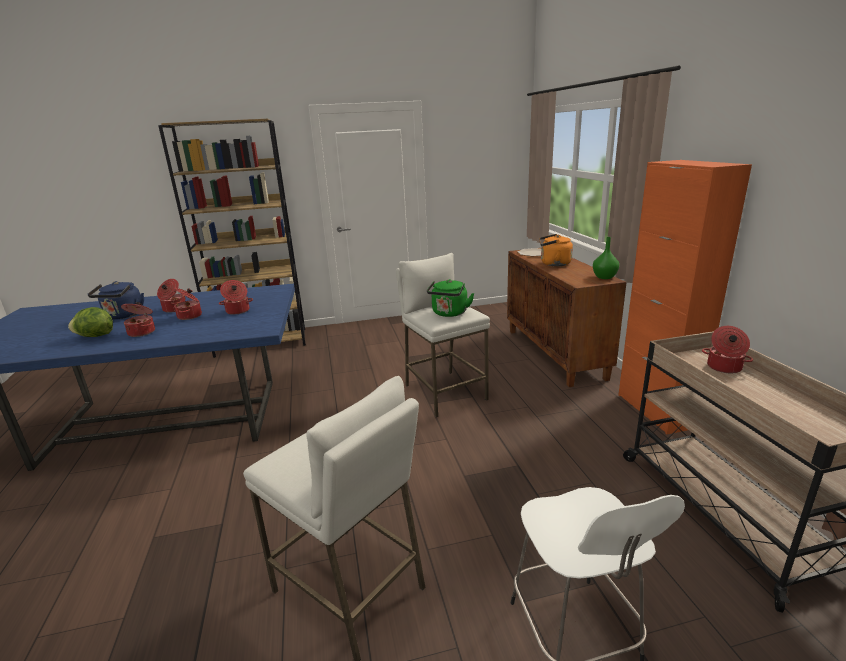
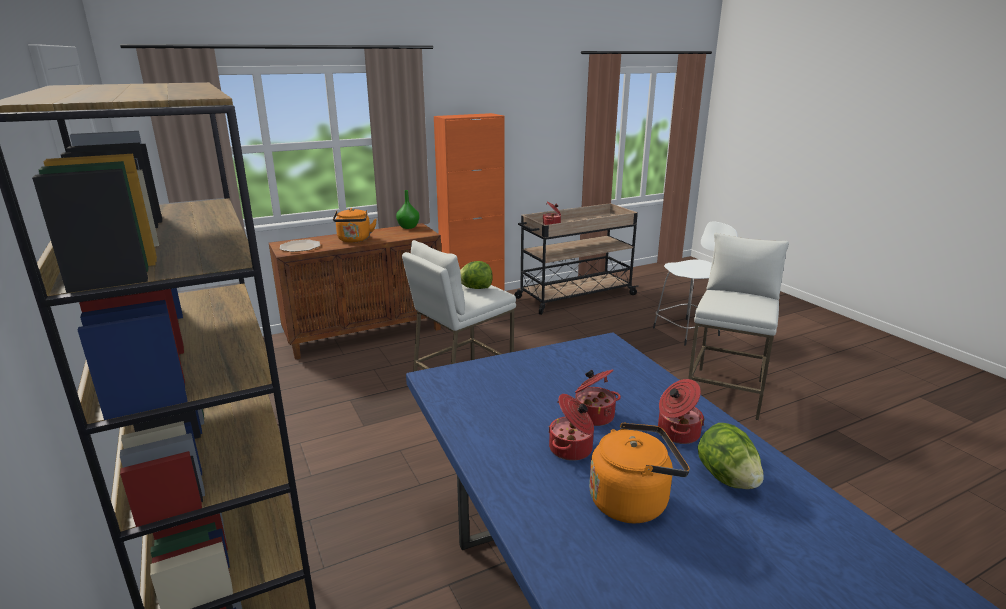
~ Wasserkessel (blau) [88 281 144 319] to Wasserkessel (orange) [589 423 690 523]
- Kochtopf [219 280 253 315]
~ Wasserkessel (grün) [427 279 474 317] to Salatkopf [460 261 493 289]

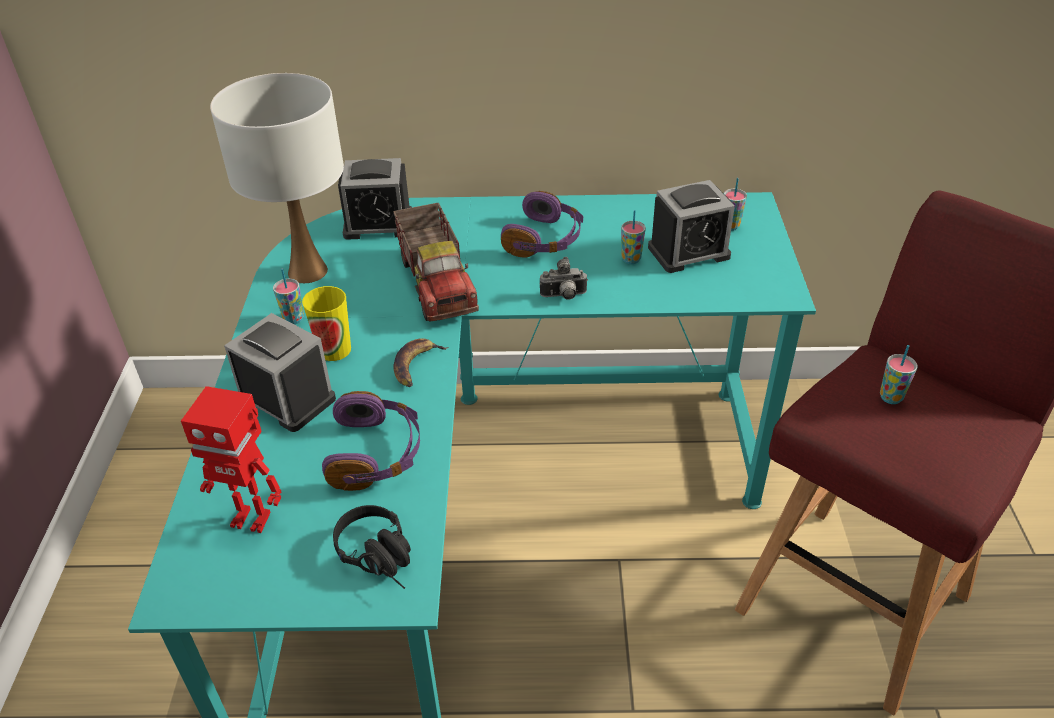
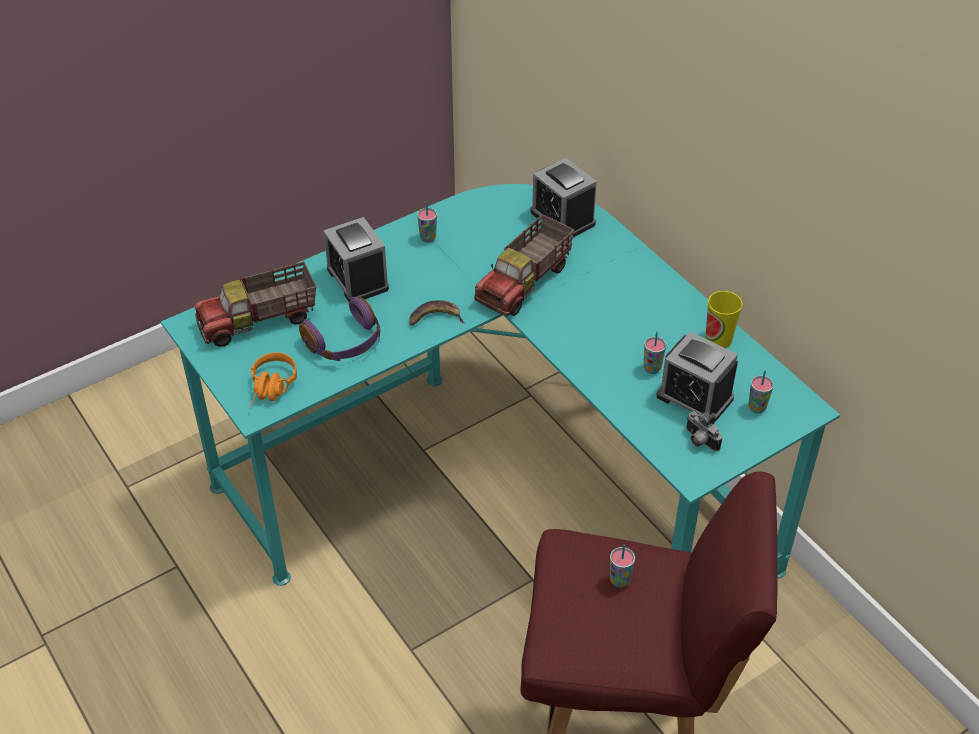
~ Spielzeugroboter [181 386 281 533] to Spielzeuglaster [194 261 316 347]
- Tischlampe (weiß) [210 73 344 283]
~ Wecker [224 313 336 432] = [323 217 389 302] 150 degrees clockwise
~ Tasse [302 286 351 361] to [706 291 742 348]
~ Kopfhörer (schwarz) [333 505 411 589] to Kopfhörer (orange) [250 352 297 407]
- Kopfhörer (lila) [501 191 583 258]
~ Kamera [540 257 588 300] to [686 411 723 451]

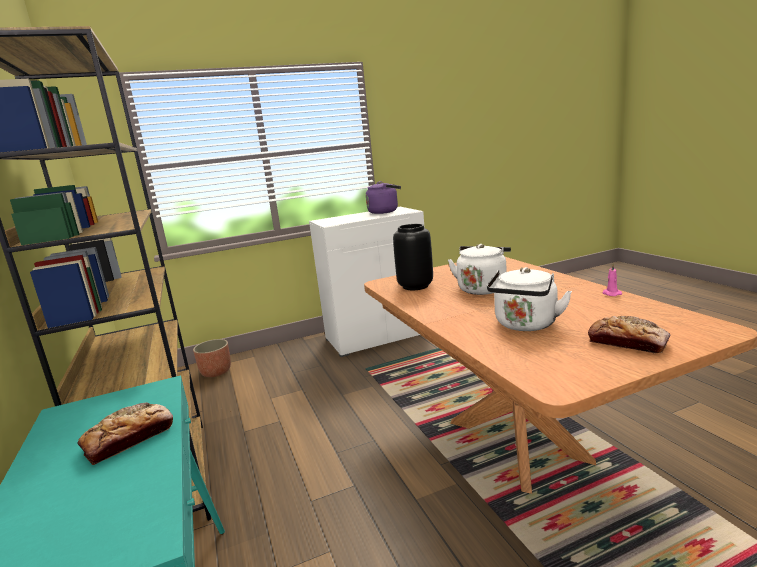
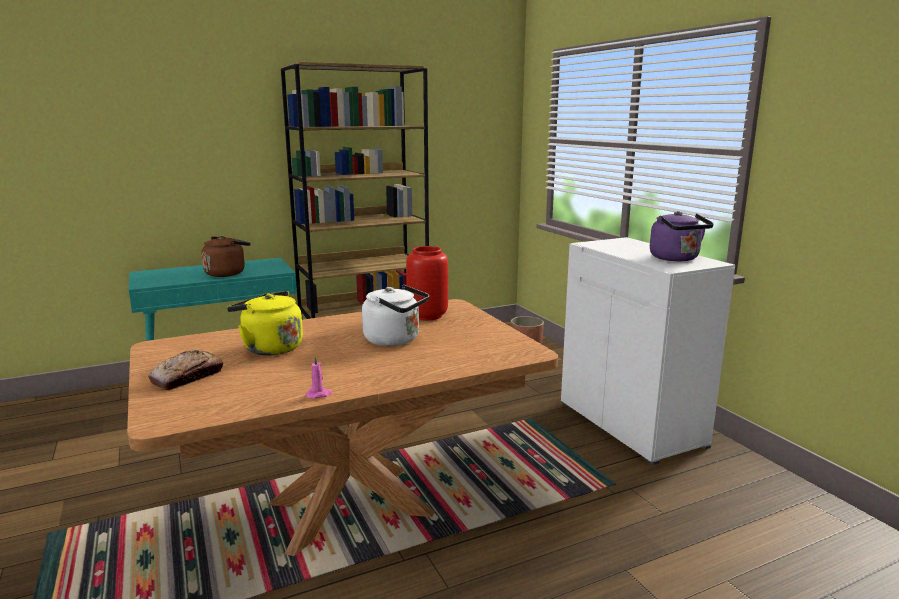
~ Brot [77 402 173 465] to Wasserkessel (braun) [202 236 251 277]
~ Vase (schwarz) [393 224 433 290] to Vase (rot) [406 246 448 320]
~ Wasserkessel (weiß) [487 267 572 331] to Wasserkessel (gelb) [227 291 303 355]

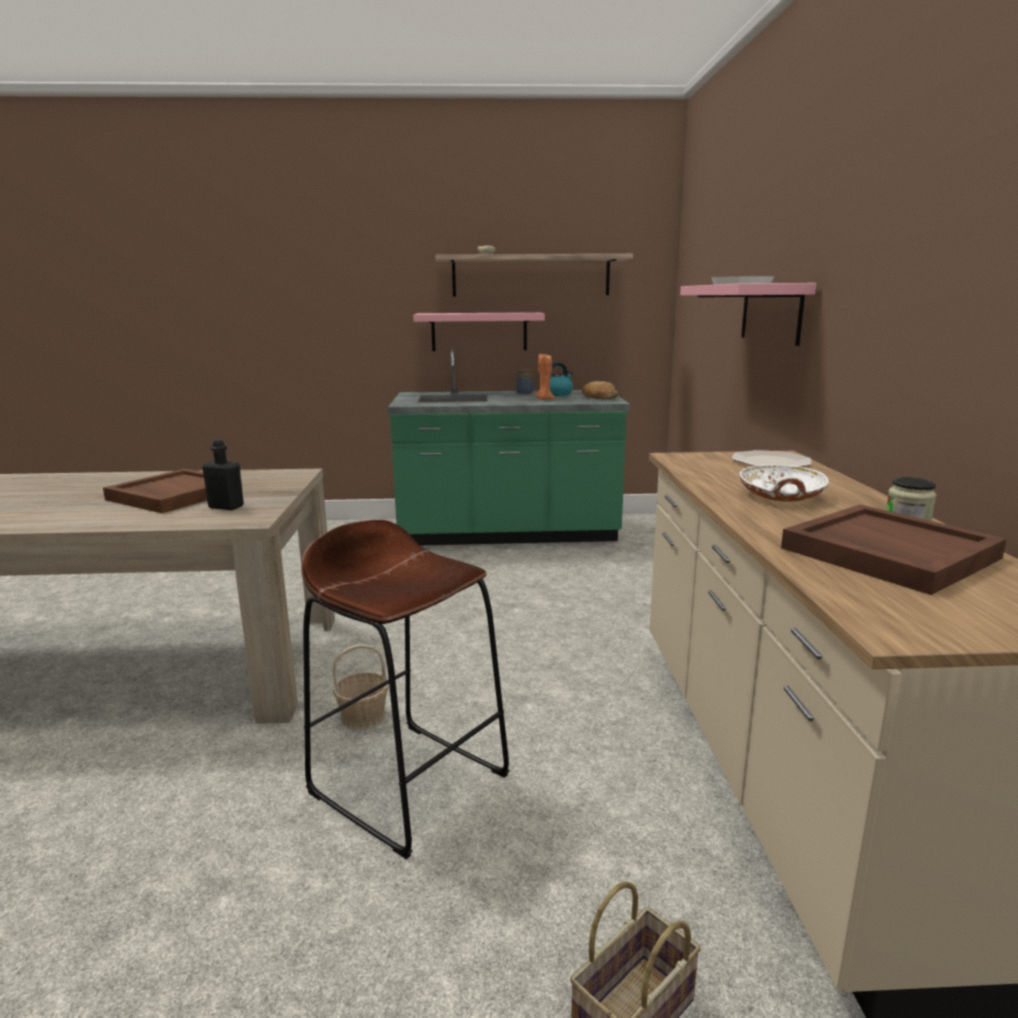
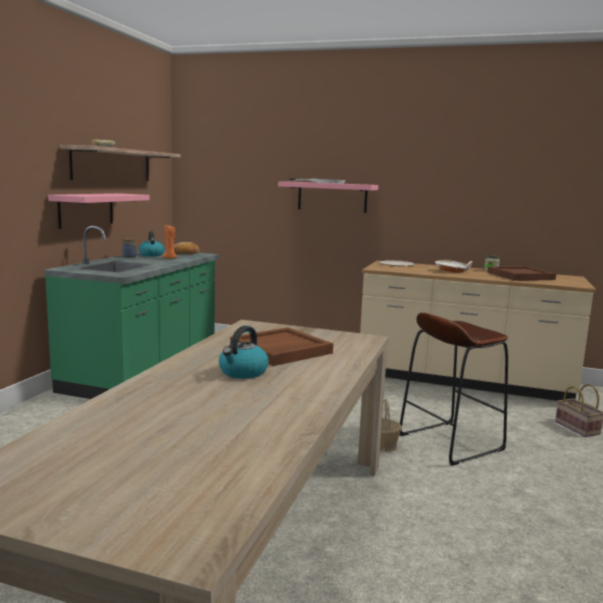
- Flasche (schwarz) [202 440 244 510]
+ Wasserkessel [219 326 269 379]

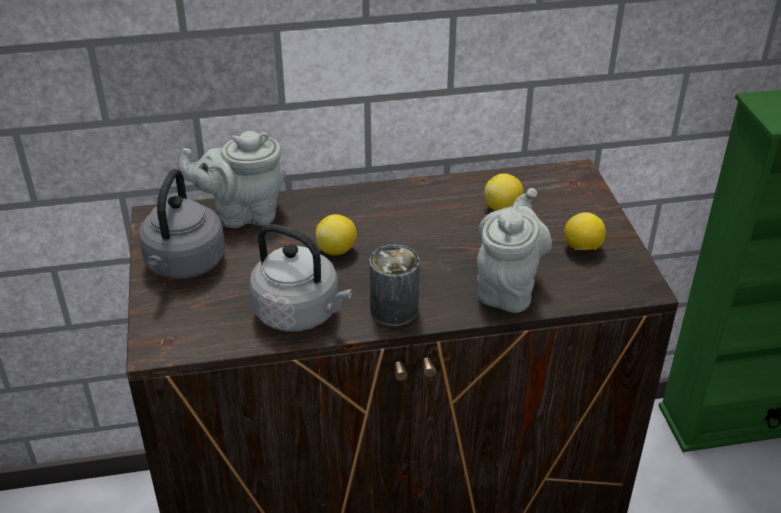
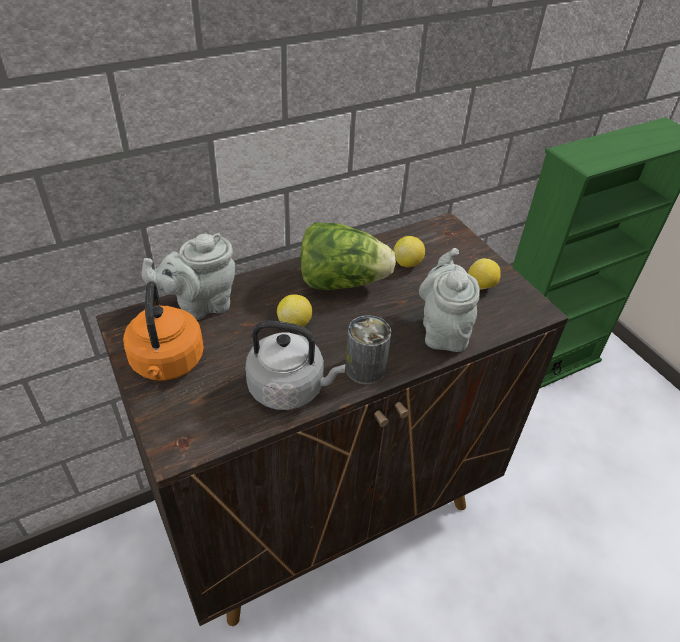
~ Wasserkessel (grau) [138 169 225 279] to Wasserkessel (orange) [123 281 204 380]
+ Salatkopf [300 222 396 290]

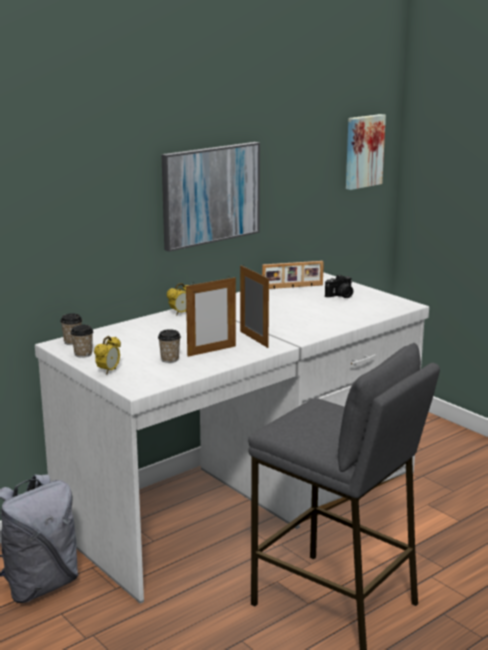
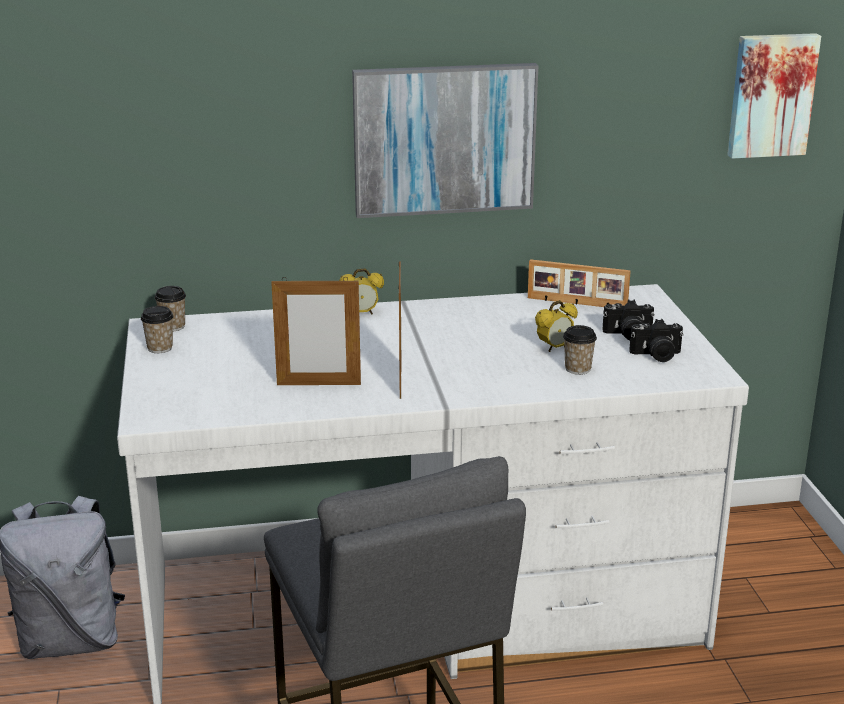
~ Wecker [94 336 121 375] to [535 300 578 352]
~ Tasse [158 329 181 363] to [563 325 597 375]
+ Kamera [629 319 684 362]

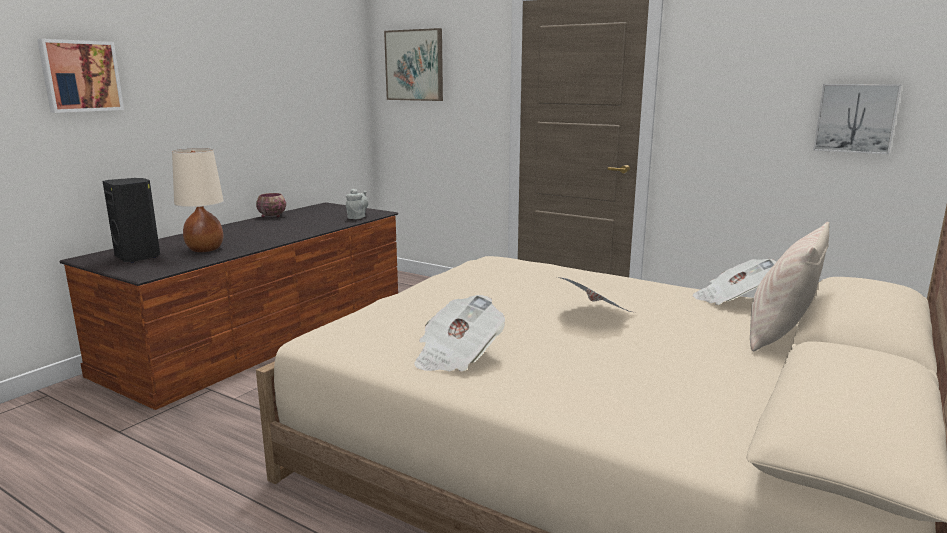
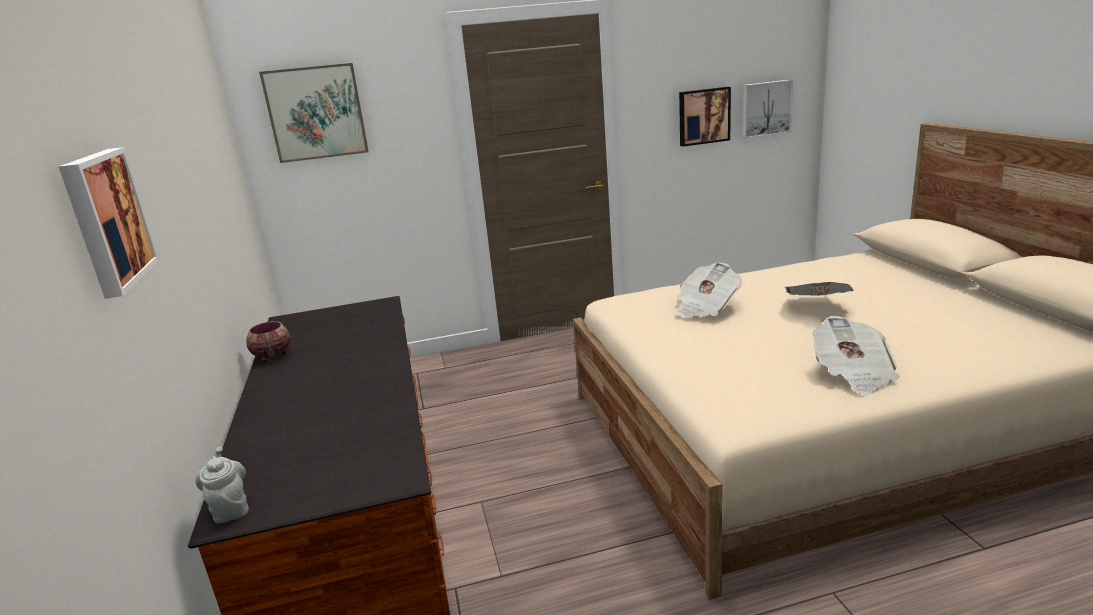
- Lautsprecher (schwarz) [103 178 160 263]
- Tischlampe (beige) [172 148 224 252]
~ Teekanne (grau) [346 189 368 219] to [195 447 249 524]
~ Zeitung [693 259 776 305] to [677 262 742 317]
- Kissen (beige) [750 222 830 351]
+ Bild [679 87 731 147]

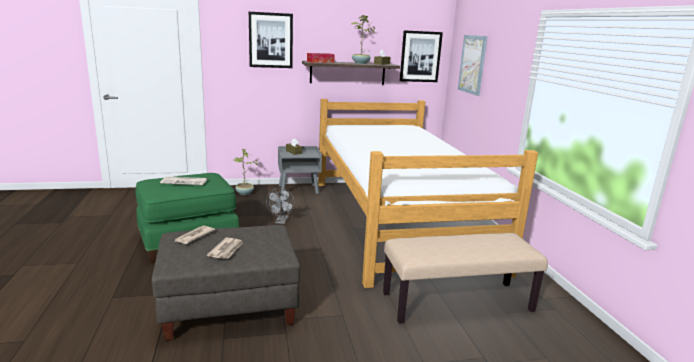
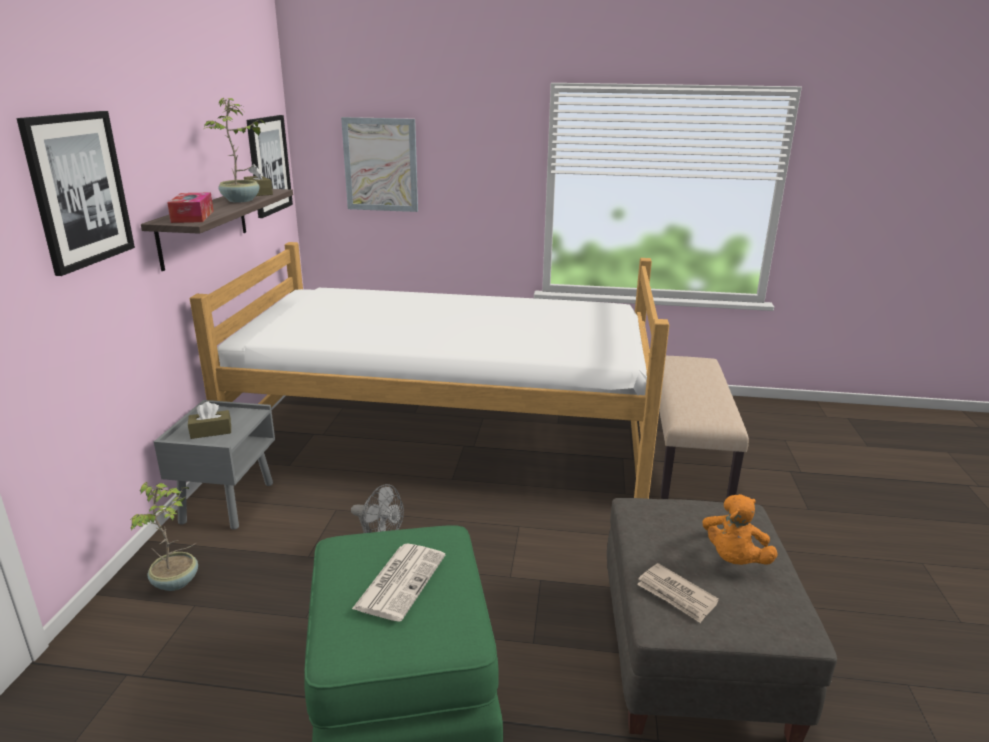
~ Zeitung [207 238 243 259] to Plüschtier (orange) [702 494 778 565]

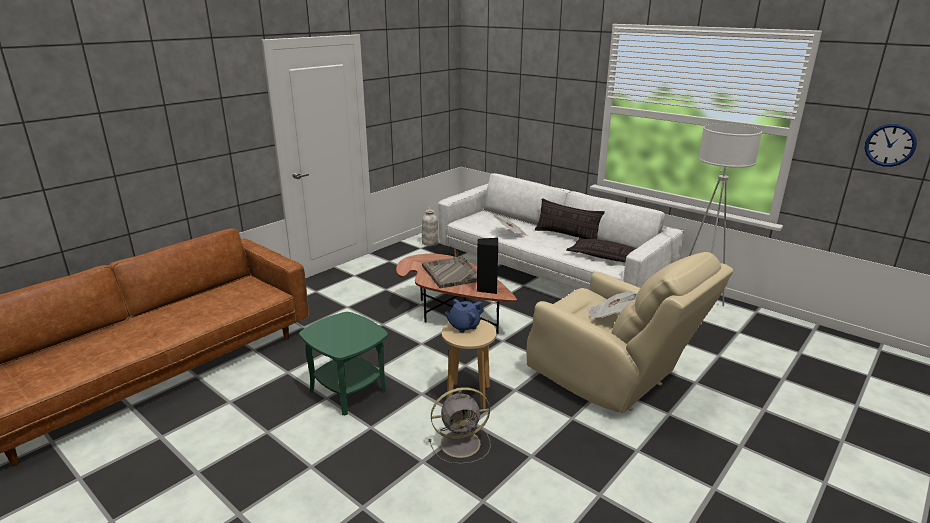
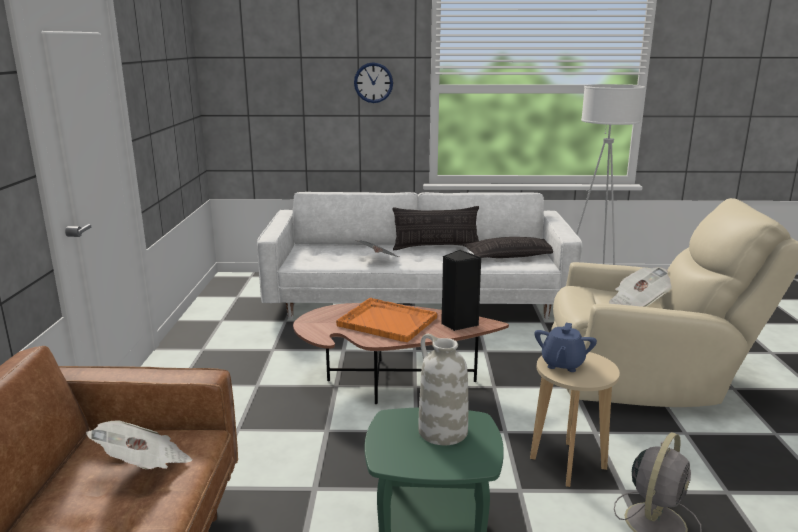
~ Vase (weiß) [422 207 439 246] to [418 334 468 445]
~ Tablett (grau) [422 256 477 288] to Tablett (orange) [336 298 438 342]
~ Wanduhr [865 124 917 167] to [354 62 393 103]
+ Zeitung [86 420 193 470]

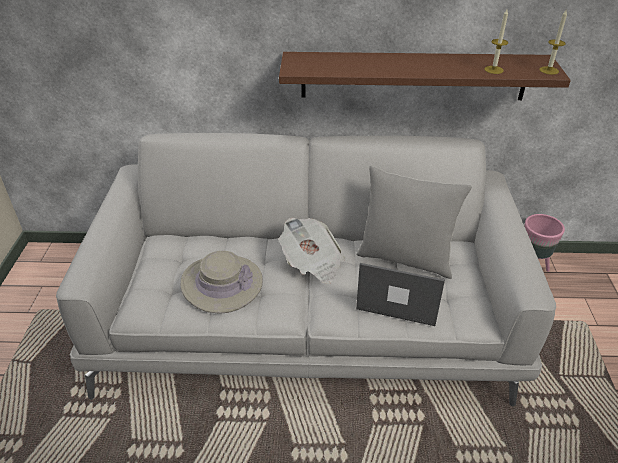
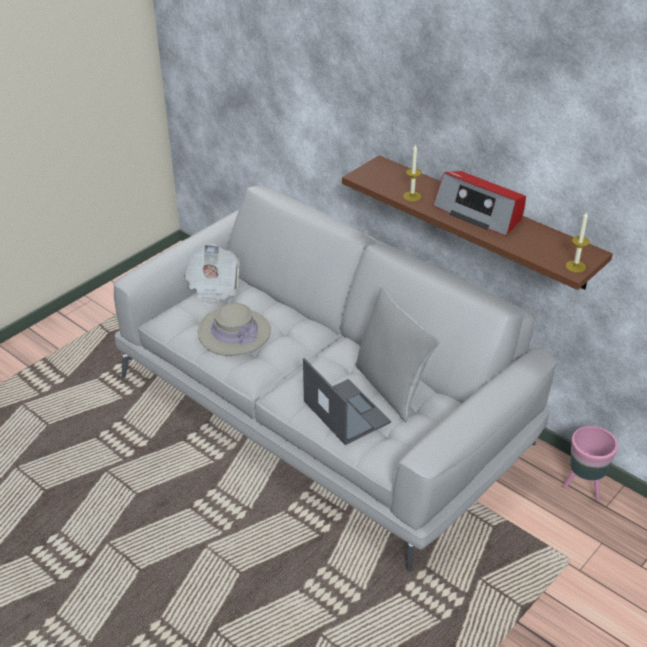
~ Zeitung [279 217 345 284] to [184 243 240 306]
~ Kerze [484 10 508 74] to [403 144 422 201]
+ Radio [433 171 526 236]

